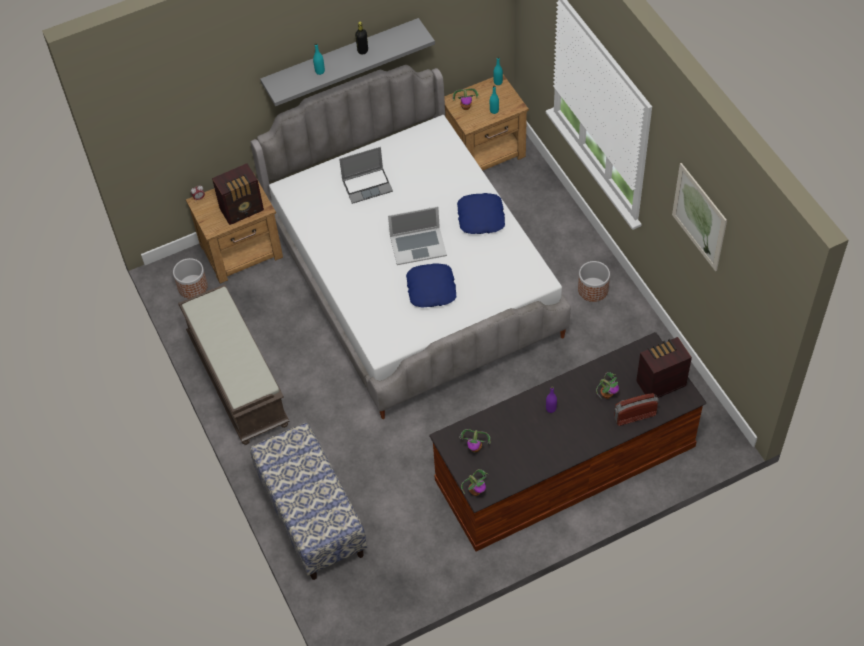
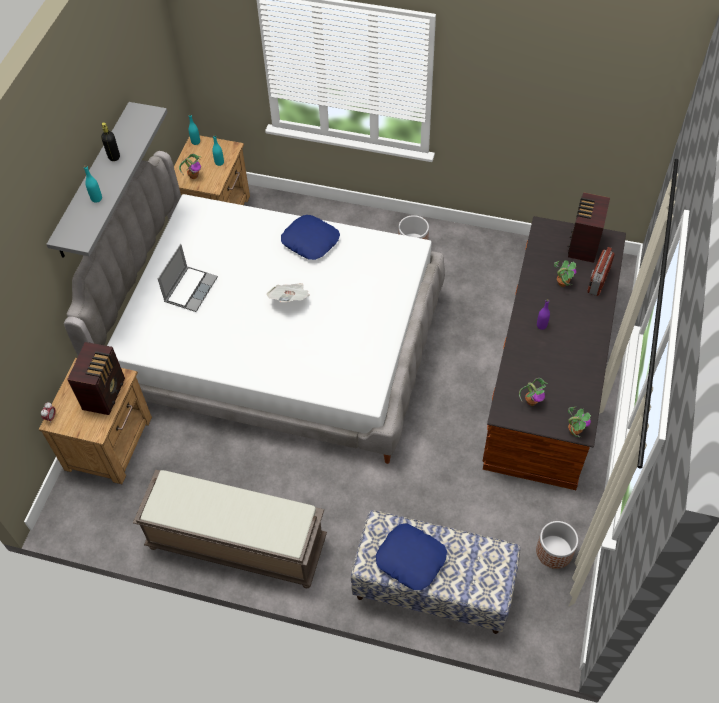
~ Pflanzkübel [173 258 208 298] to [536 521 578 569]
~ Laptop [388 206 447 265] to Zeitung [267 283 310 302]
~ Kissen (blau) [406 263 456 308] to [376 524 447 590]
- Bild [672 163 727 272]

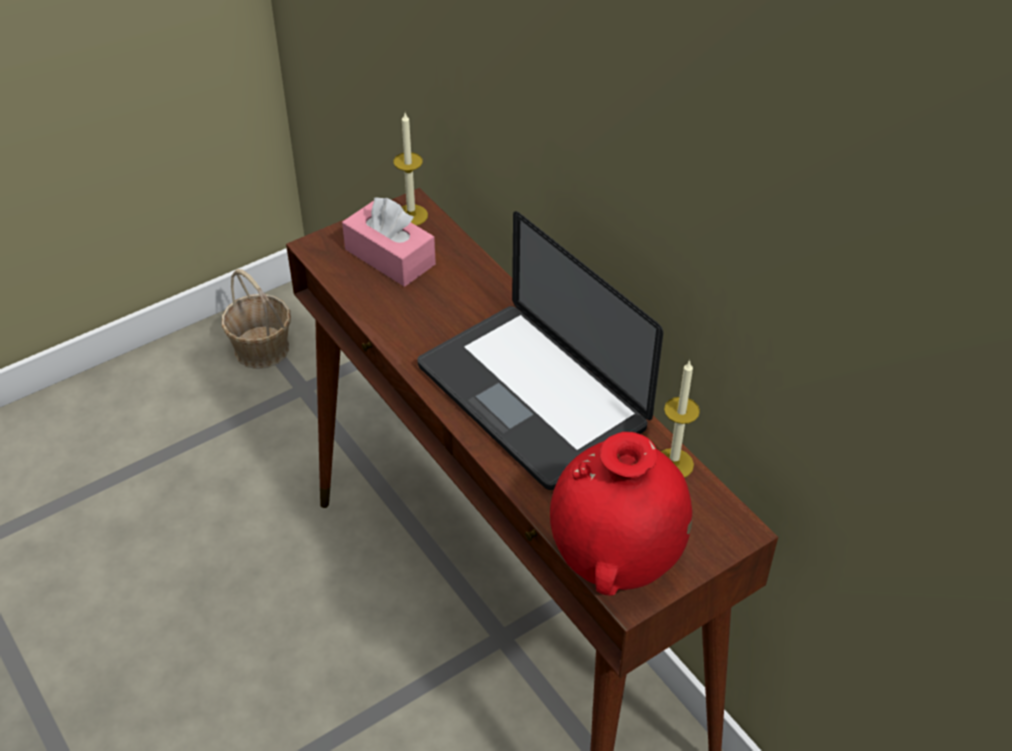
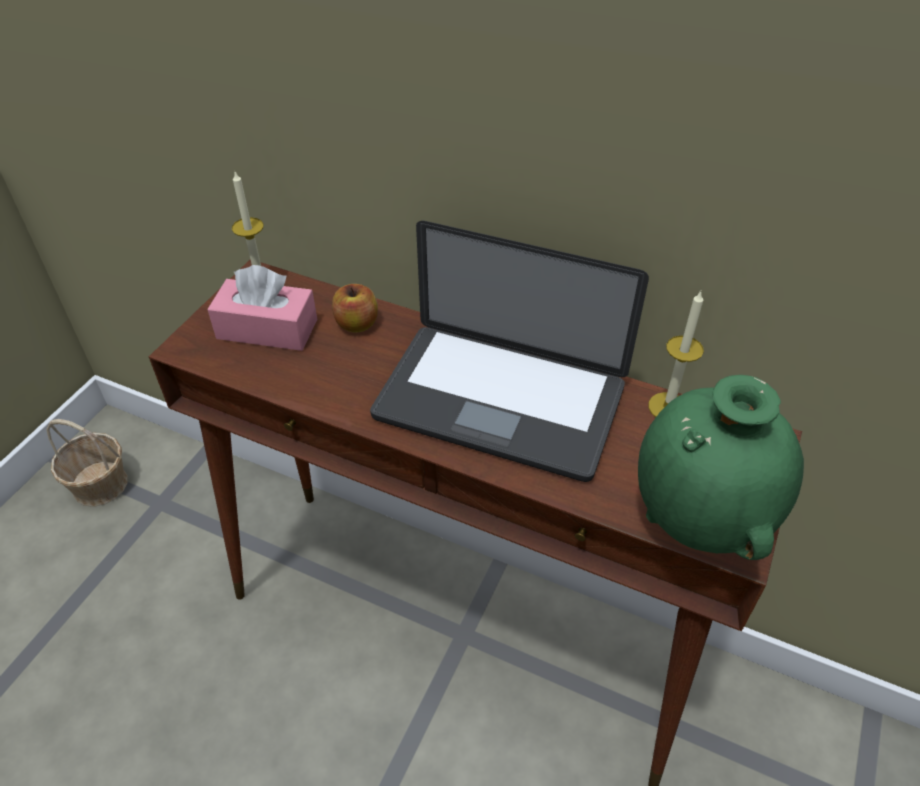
~ Vase (rot) [550 432 692 595] to Vase (grün) [638 375 804 560]
+ Apfel [332 284 378 332]

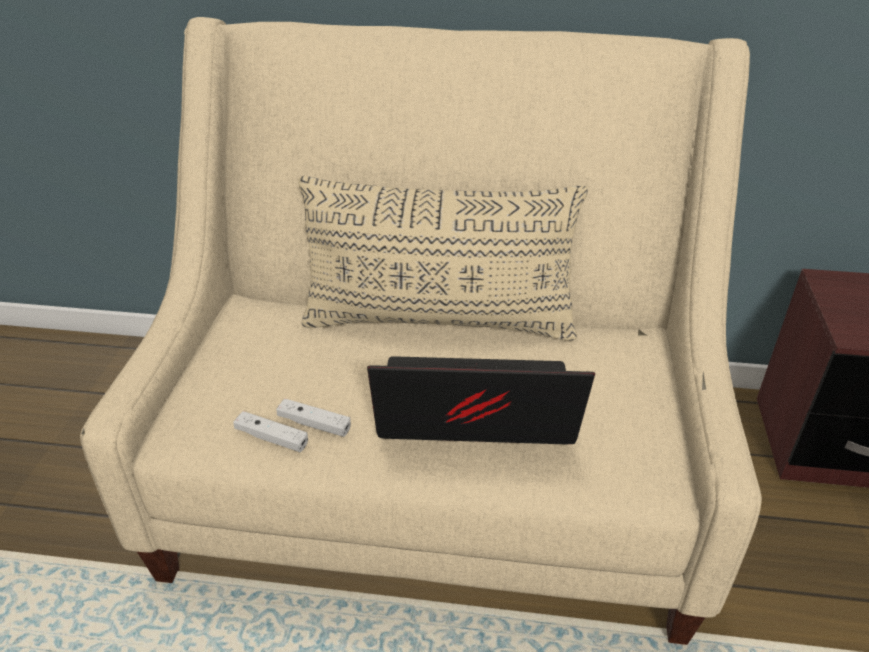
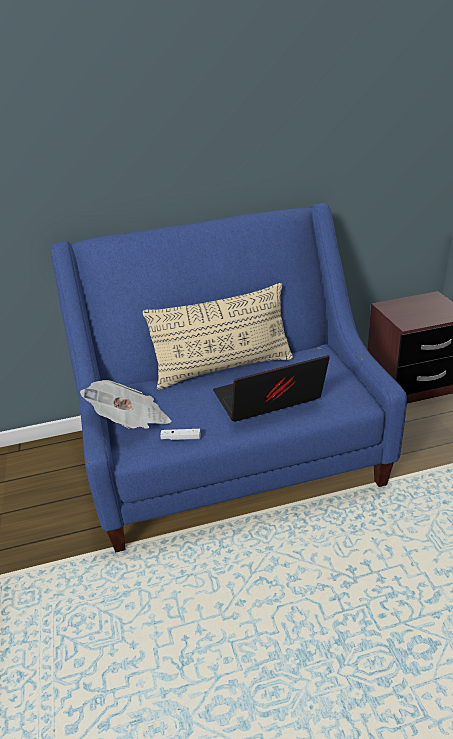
~ Sofa (beige) [80 17 762 645] to Sofa (blau) [51 203 407 552]
- Gamepad (weiß) [276 399 351 437]
+ Zeitung [80 380 172 429]

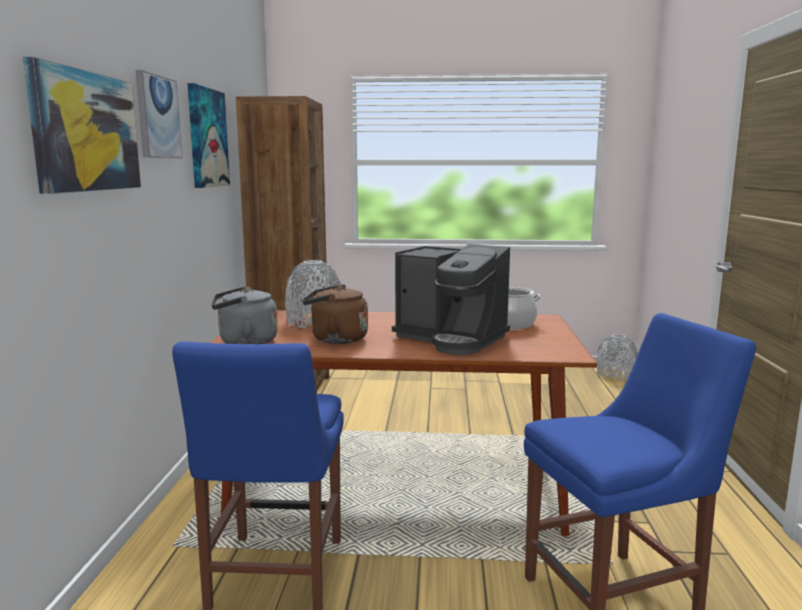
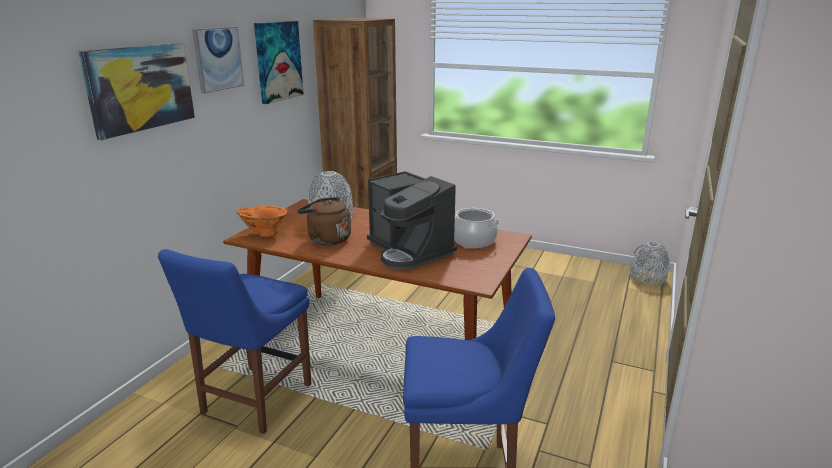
~ Wasserkessel (grau) [211 286 278 344] to Vase (orange) [236 206 287 237]

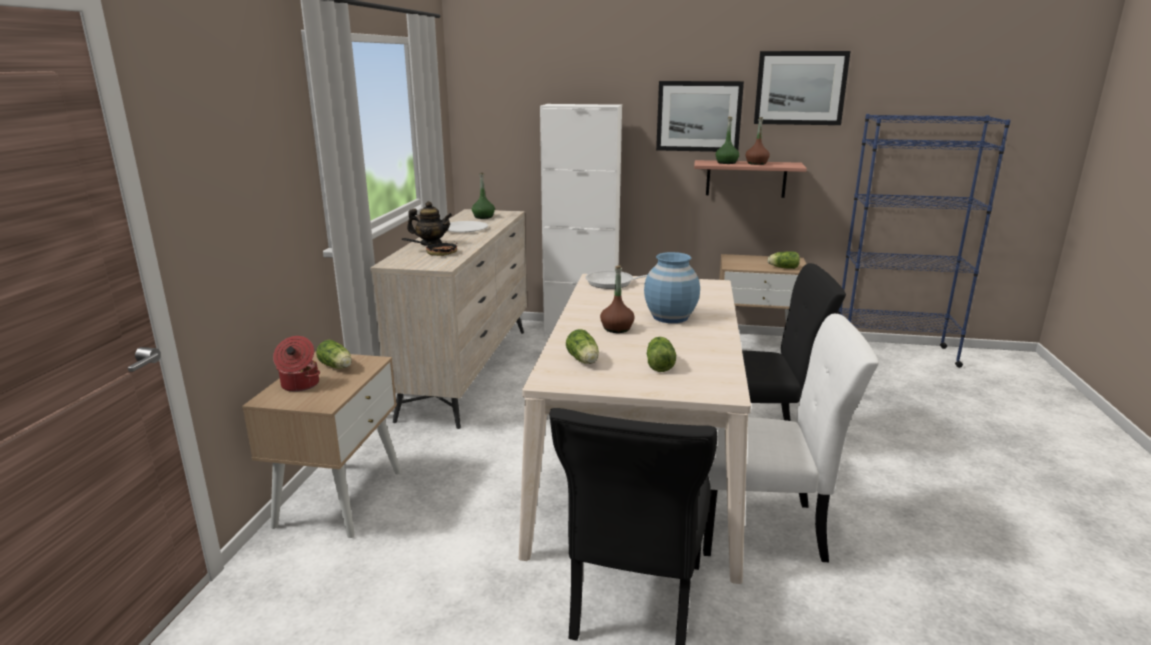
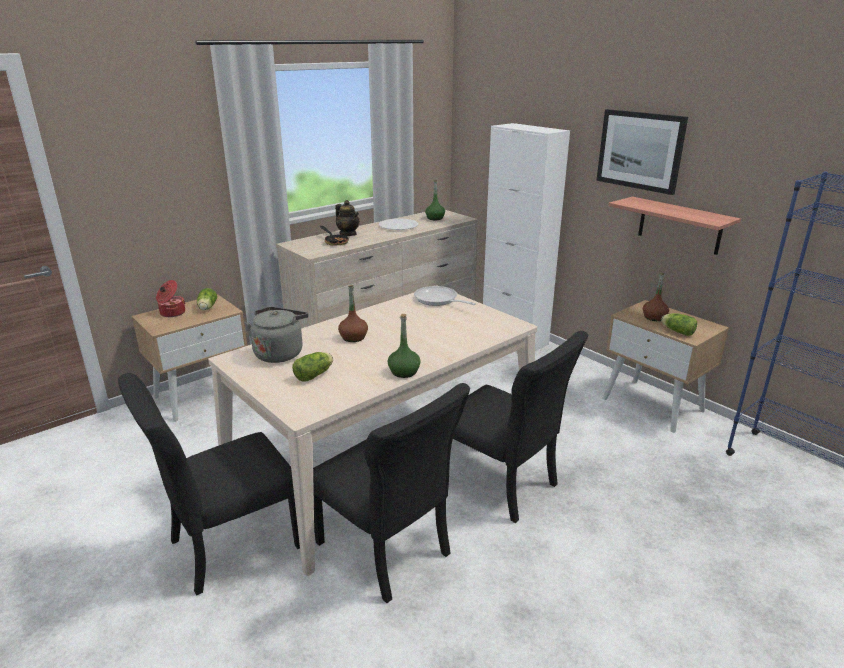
~ Salatkopf [566 329 599 364] to Wasserkessel (grau) [244 307 308 363]
- Vase (blau) [644 252 700 323]
~ Stuhl (weiß) [703 314 879 562] to Stuhl (schwarz) [313 383 470 603]
~ Flasche (grün) [716 116 739 164] to [387 314 421 378]
~ Flasche (braun) [746 117 770 165] to [643 273 669 321]
- Bild [754 51 851 125]

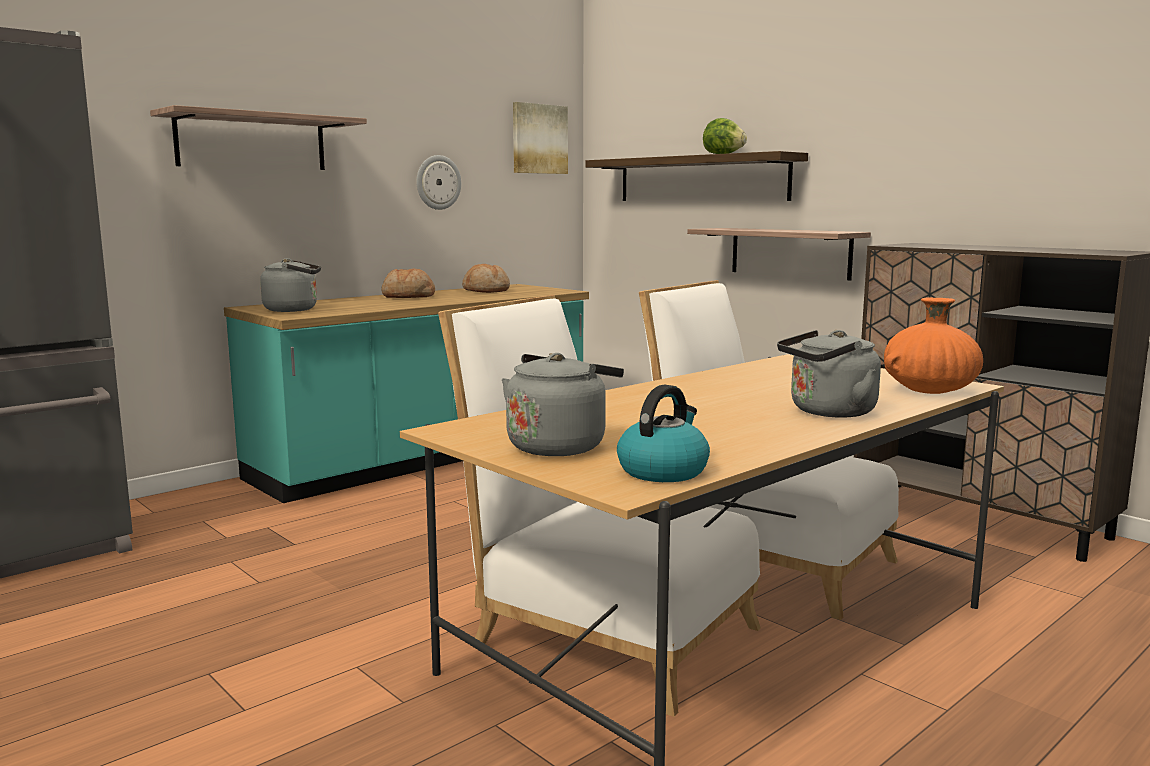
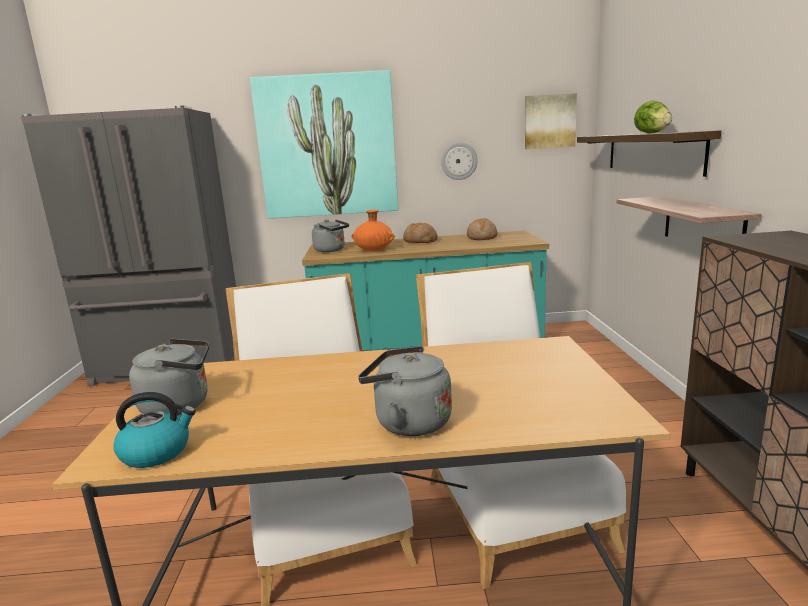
~ Wandregal [150 105 367 170] to Bild [250 70 398 219]
~ Vase (orange) [884 298 983 394] to [352 210 395 251]

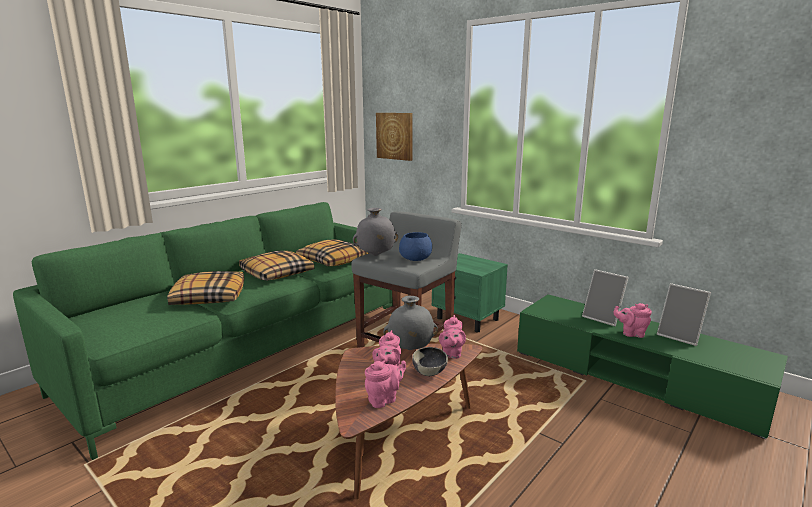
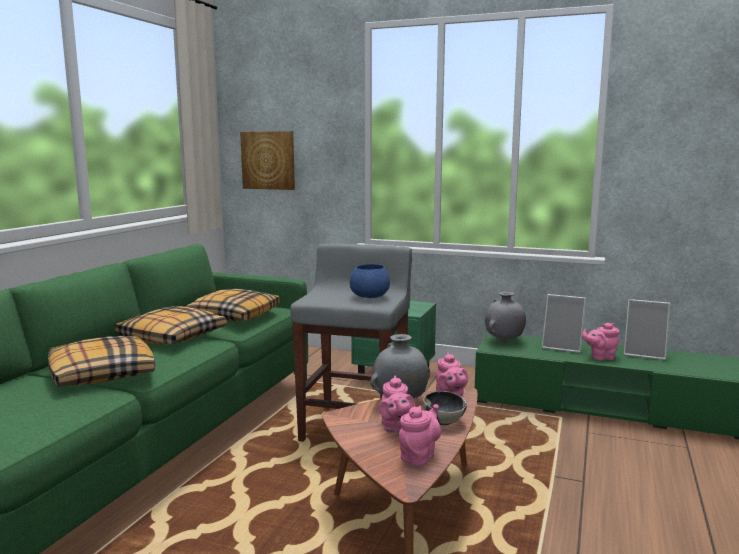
~ Vase (grau) [353 208 398 256] to [485 292 526 342]

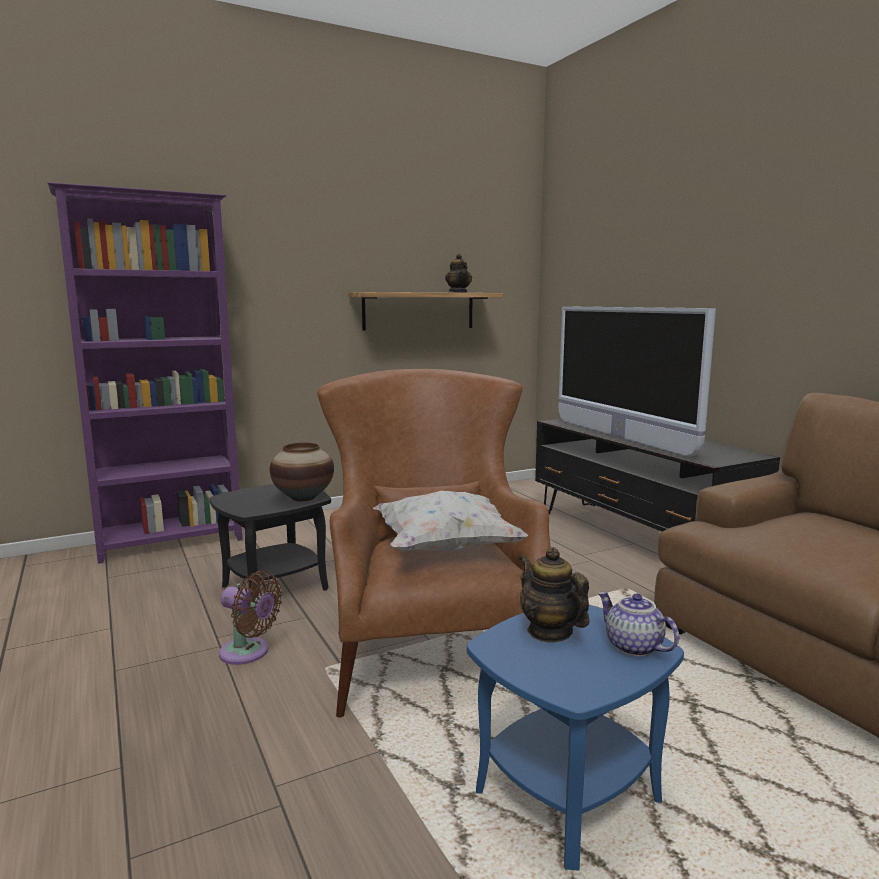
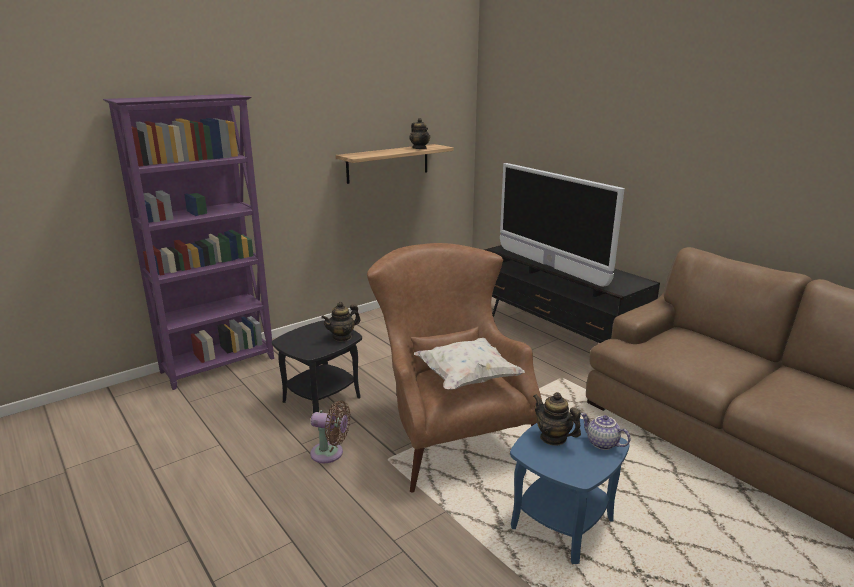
~ Vase [270 443 334 501] to Teekanne [321 302 361 342]

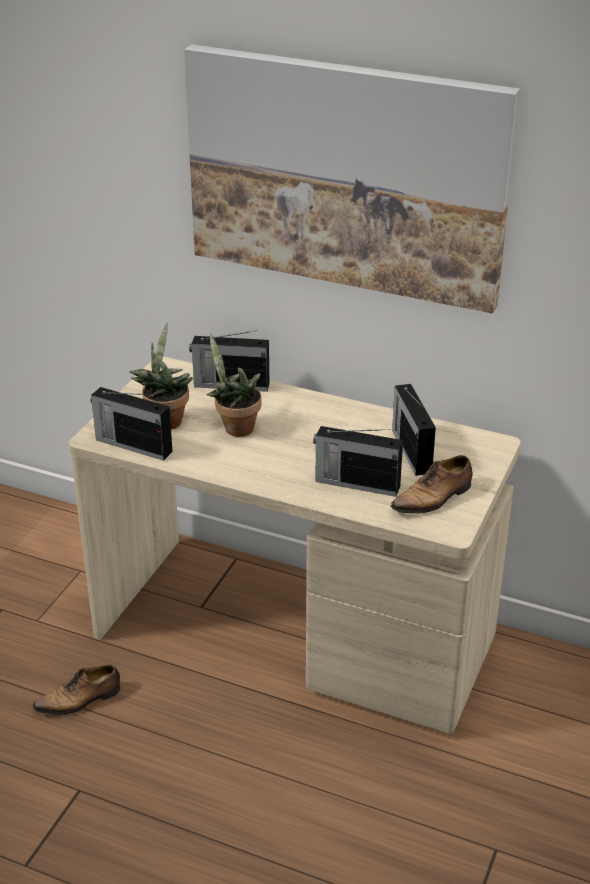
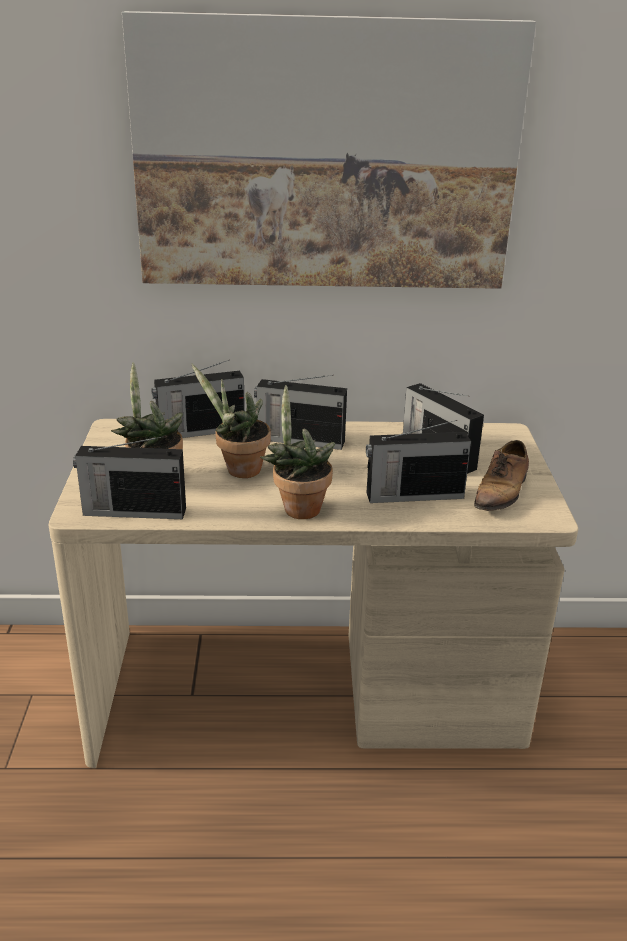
- Schuh [33 665 120 717]
+ Radio [254 375 347 450]
+ Topfpflanze [260 385 335 519]

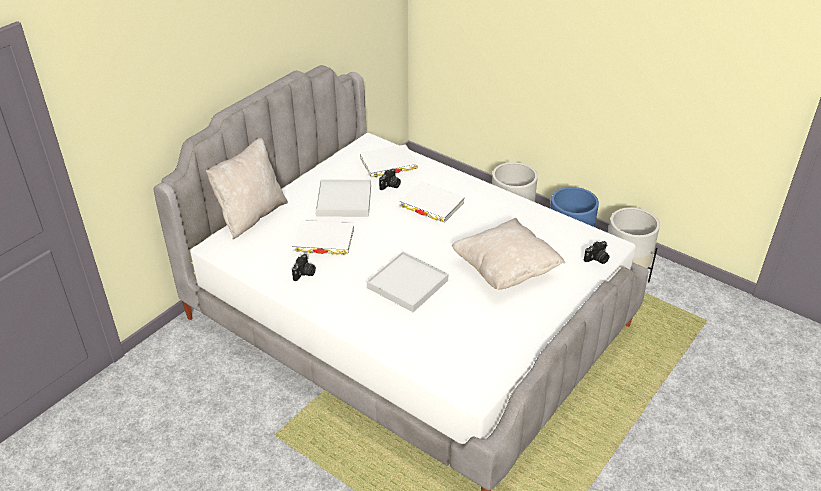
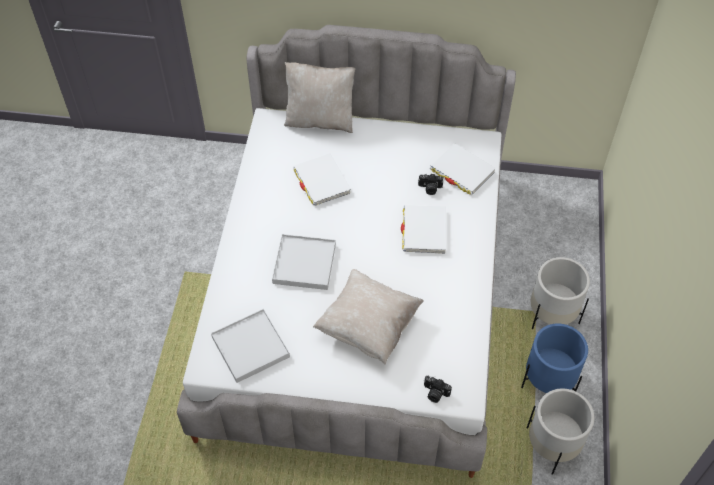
- Kamera [292 254 316 281]
~ Tablett (weiß) [316 180 371 217] to [211 309 290 383]

